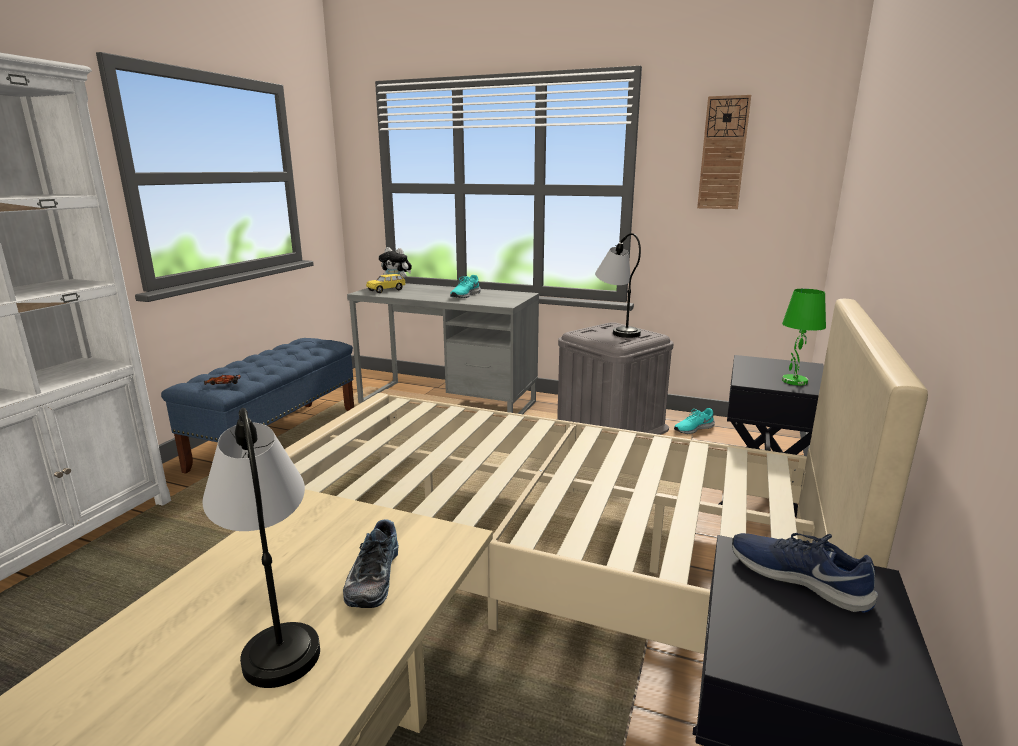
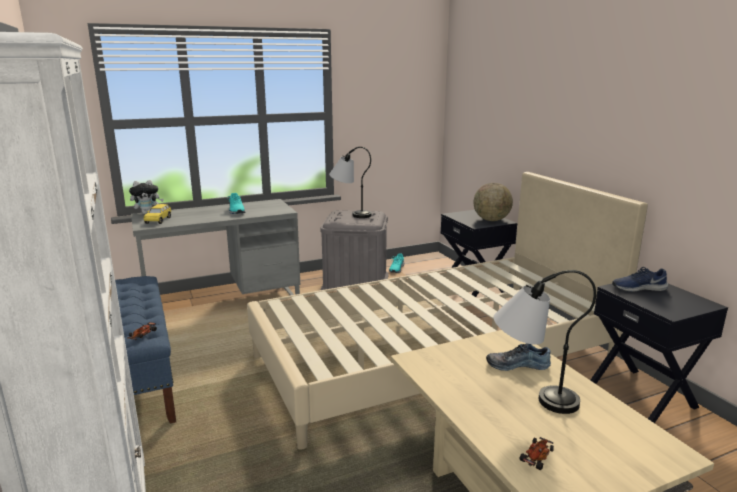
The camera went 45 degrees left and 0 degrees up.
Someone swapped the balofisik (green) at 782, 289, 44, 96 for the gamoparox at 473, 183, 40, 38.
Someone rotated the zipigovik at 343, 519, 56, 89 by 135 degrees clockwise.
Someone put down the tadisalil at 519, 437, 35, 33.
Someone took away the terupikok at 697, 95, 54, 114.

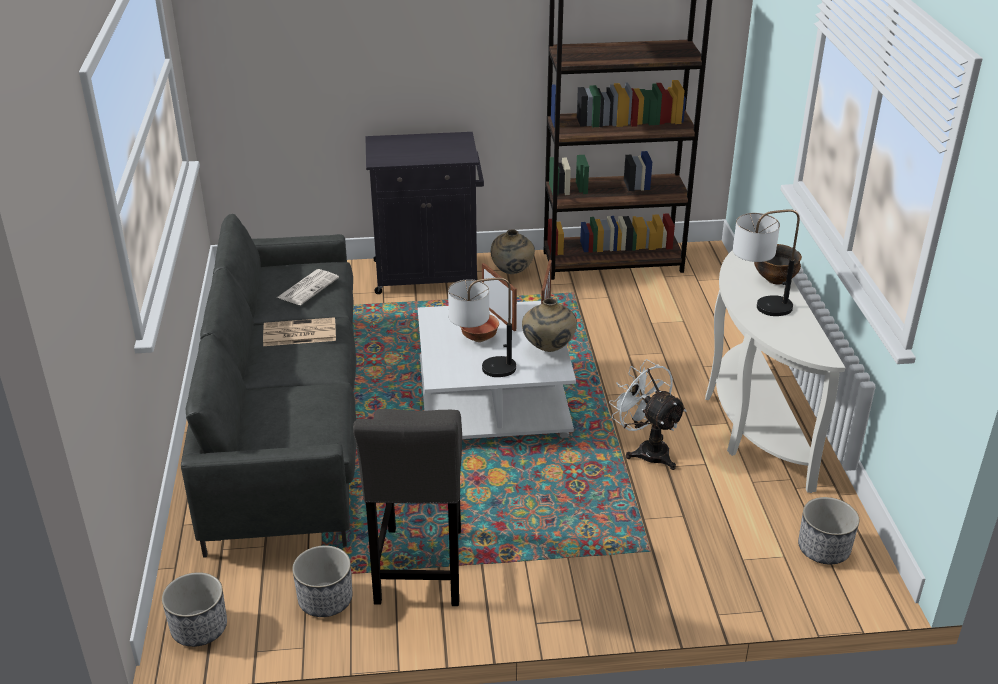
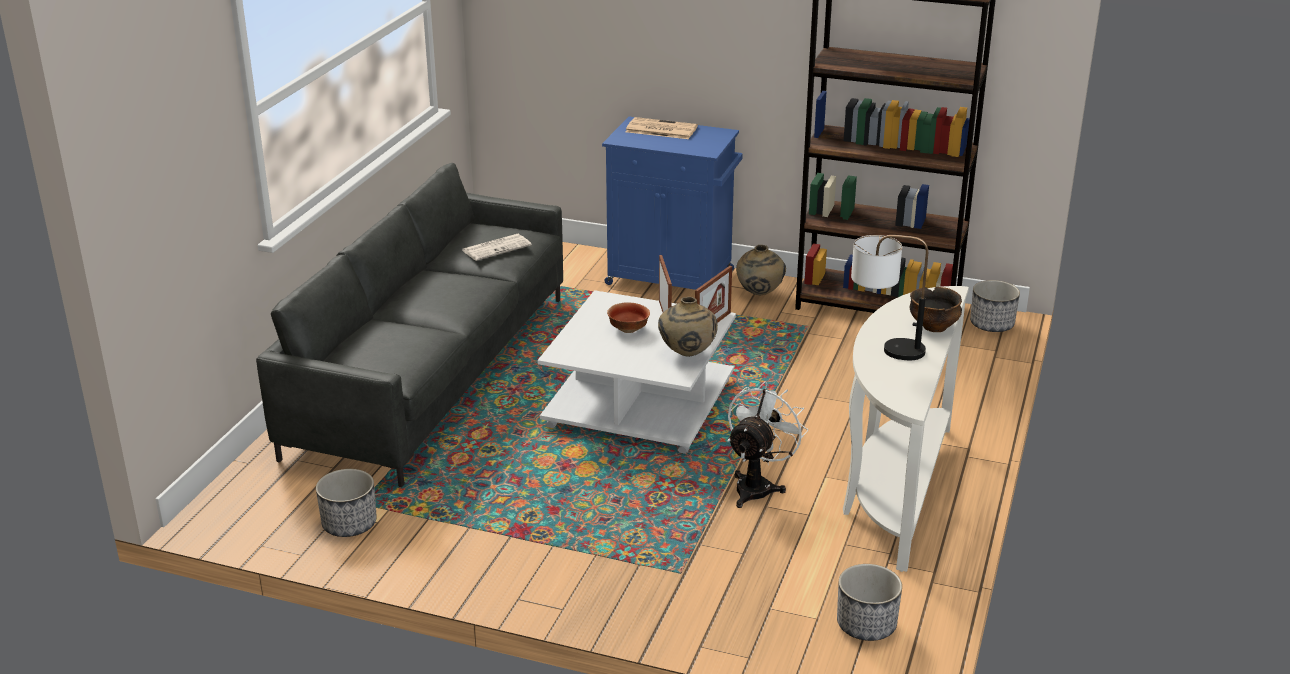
The camera went 25 degrees right and 5 degrees down.
Someone repainted the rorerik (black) at 365, 132, 119, 162, which became the rorerik (blue) at 602, 117, 141, 173.
Someone carried the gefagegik from 263, 317, 73, 29 to 625, 117, 73, 22.
Someone rotated the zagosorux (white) at 609, 359, 78, 111 by 45 degrees clockwise.
Someone carried the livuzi from 162, 572, 65, 75 to 970, 280, 50, 52.
Someone took away the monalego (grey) at 353, 409, 109, 197.
Someone took away the balofisik at 448, 278, 68, 99.

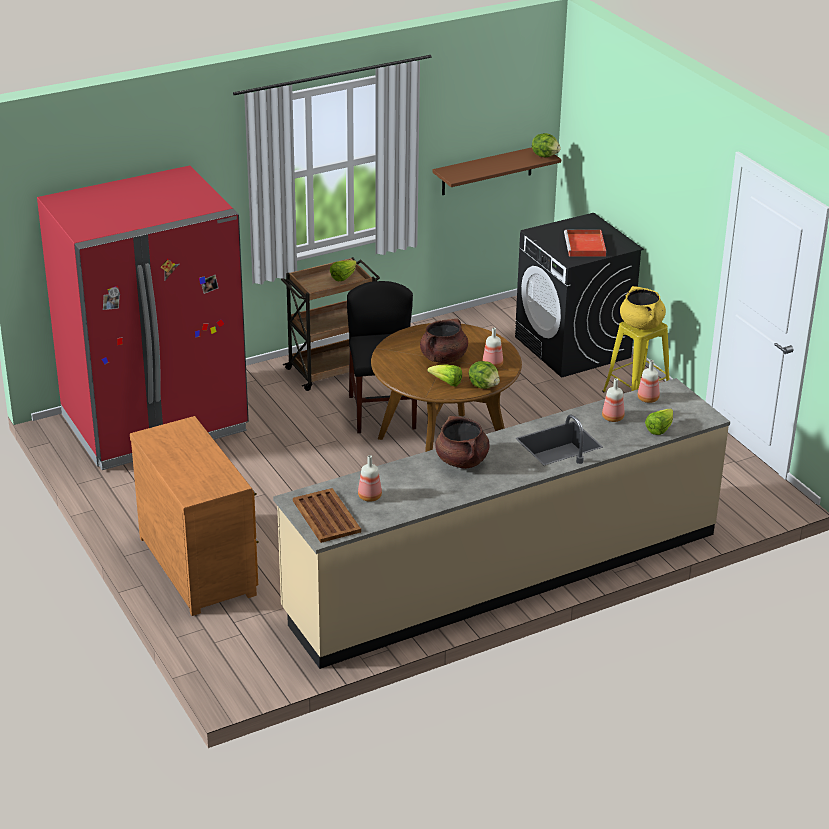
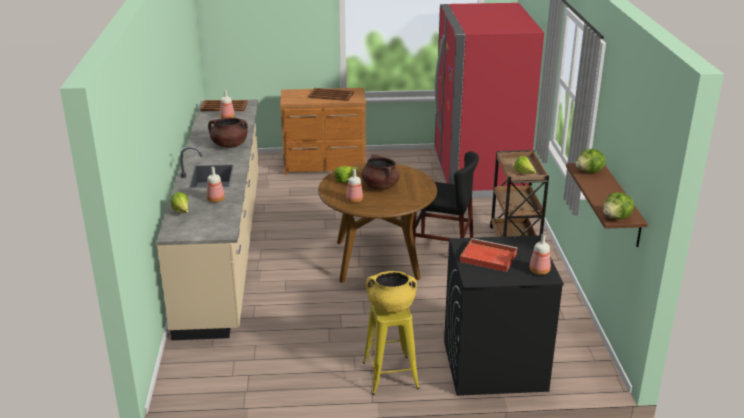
The camera went 115 degrees right and 5 degrees down.
Someone put down the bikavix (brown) at 308, 88, 46, 13.
Someone carried the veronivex from 637, 360, 23, 43 to 529, 234, 22, 41.
Someone carried the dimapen from 469, 361, 31, 28 to 576, 149, 29, 24.

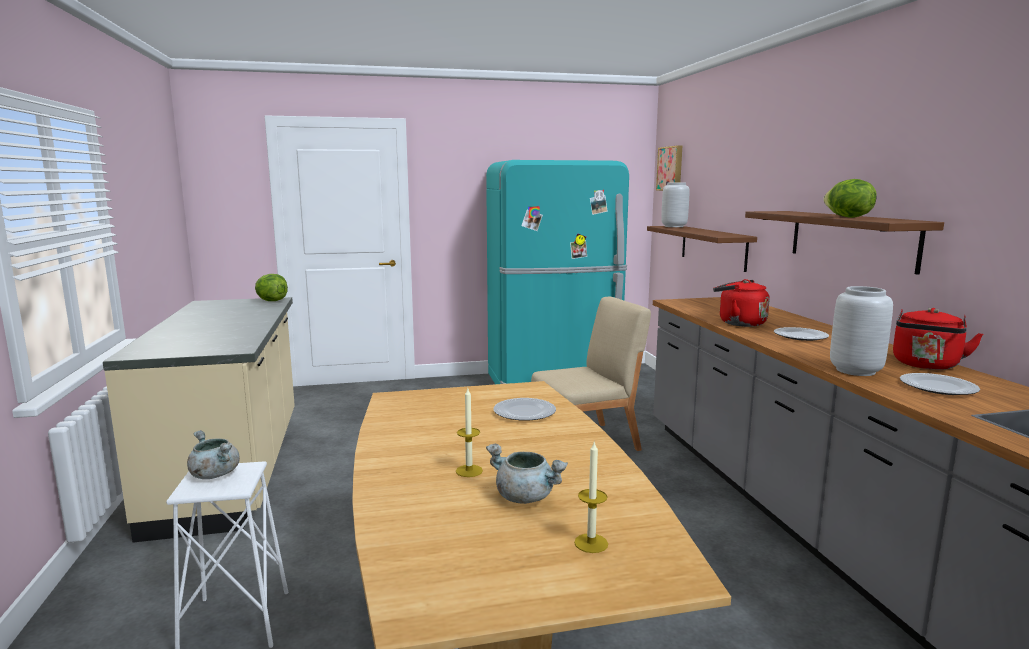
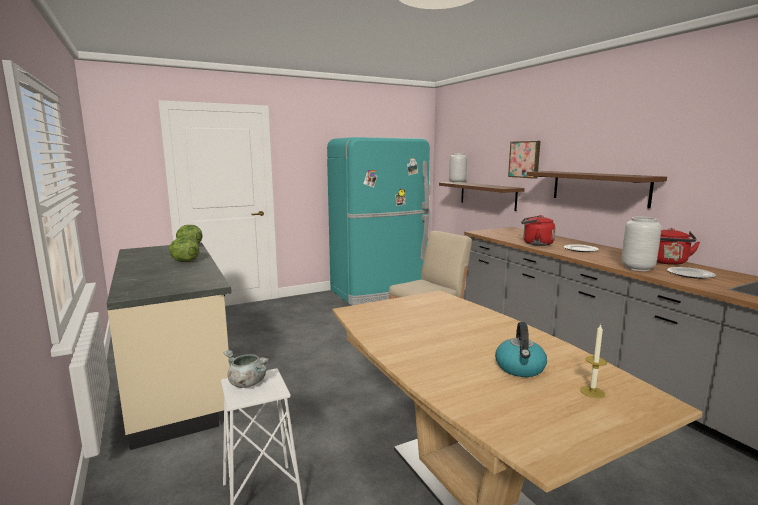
The camera went 15 degrees left and 0 degrees up.
Someone carried the dimapen from 823, 179, 54, 39 to 169, 237, 30, 25.
Someone swapped the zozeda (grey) at 486, 444, 82, 60 for the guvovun at 495, 322, 52, 55.
Someone carried the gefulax from 656, 145, 26, 46 to 508, 141, 32, 38.
Someone took away the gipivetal at 456, 389, 27, 88.
Someone took away the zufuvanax at 493, 398, 63, 22.

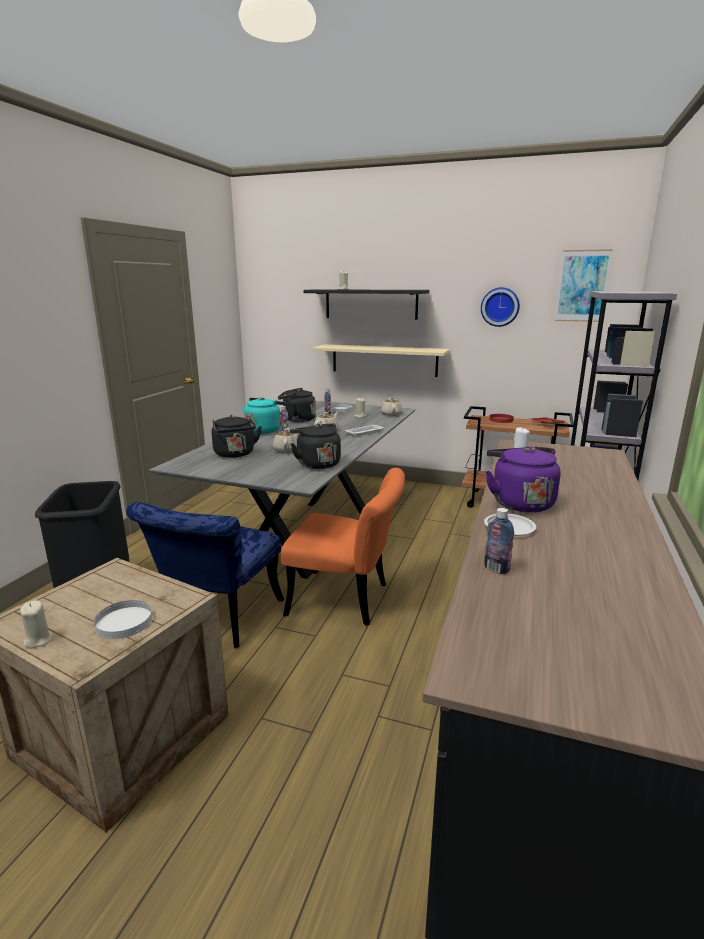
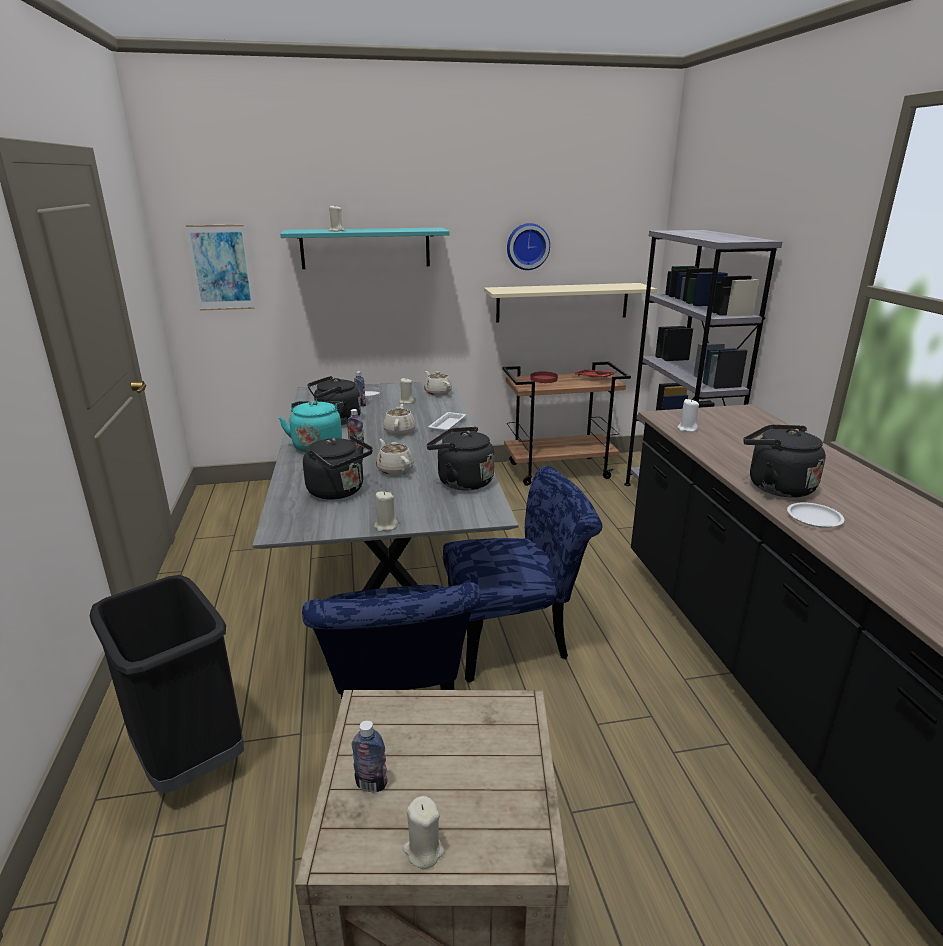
The camera went 30 degrees left and 5 degrees up.
Someone carried the gefulax from 555, 249, 57, 73 to 186, 225, 69, 86.
Someone repainted the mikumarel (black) at 303, 289, 126, 31, which became the mikumarel (turquoise) at 280, 228, 170, 41.
Someone carried the veronivex from 484, 508, 30, 66 to 352, 720, 36, 72.
Someone put down the gipivetal (beige) at 374, 491, 24, 41.
Someone repainted the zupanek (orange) at 281, 468, 124, 158, which became the zupanek (blue) at 443, 466, 159, 217.
Someone carried the mikumarel (beige) from 313, 344, 137, 33 to 484, 283, 173, 40.
Someone repainted the guvovun (purple) at 485, 446, 76, 67, which became the guvovun (black) at 743, 425, 83, 73.
Someone took away the zufuvanax (white) at 94, 600, 59, 39.

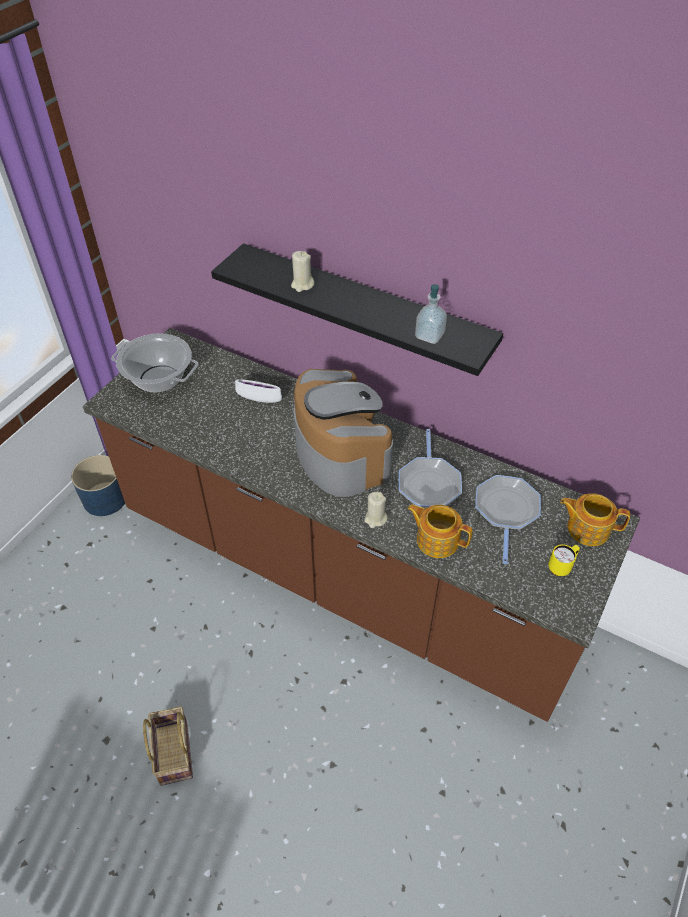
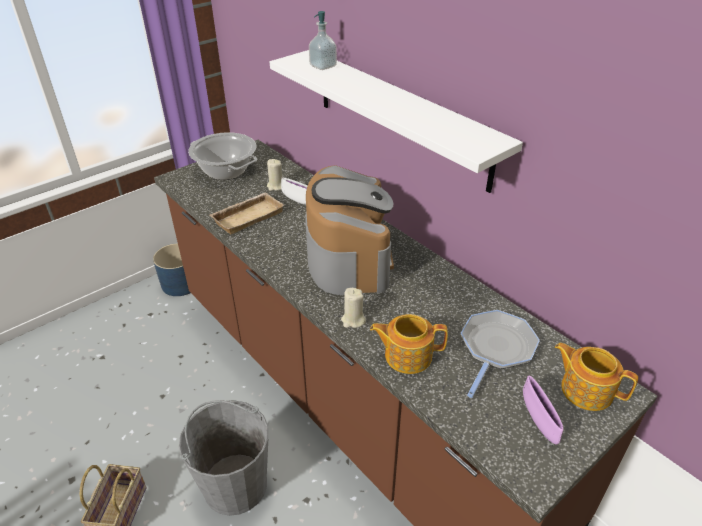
The camera went 20 degrees right and 10 degrees down.
Someone put down the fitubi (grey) at 179, 400, 89, 116.
Someone put down the bikavix (beige) at 210, 192, 74, 42.
Someone carried the gipivetal (beige) from 291, 251, 24, 41 to 267, 159, 15, 32.
Someone repainted the mikumarel (black) at 211, 243, 292, 133, which became the mikumarel (white) at 270, 50, 253, 143.
Someone carried the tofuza from 415, 284, 32, 60 to 309, 11, 28, 59.
Someone rotated the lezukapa at 407, 504, 66, 54 by 45 degrees counterclockwise.
Someone swapped the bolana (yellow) at 548, 544, 32, 32 for the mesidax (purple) at 523, 376, 41, 68.
Someone took away the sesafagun at 399, 429, 63, 79.

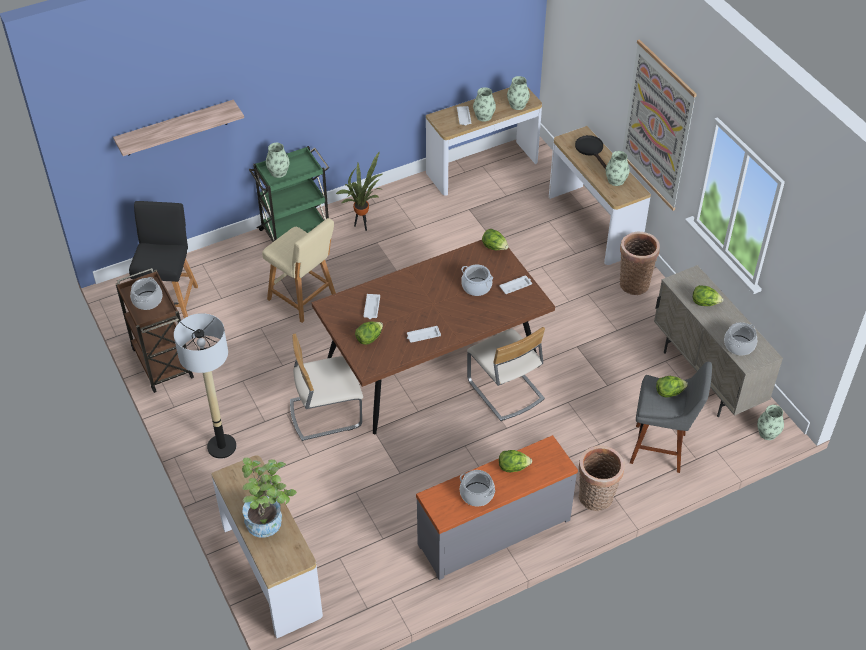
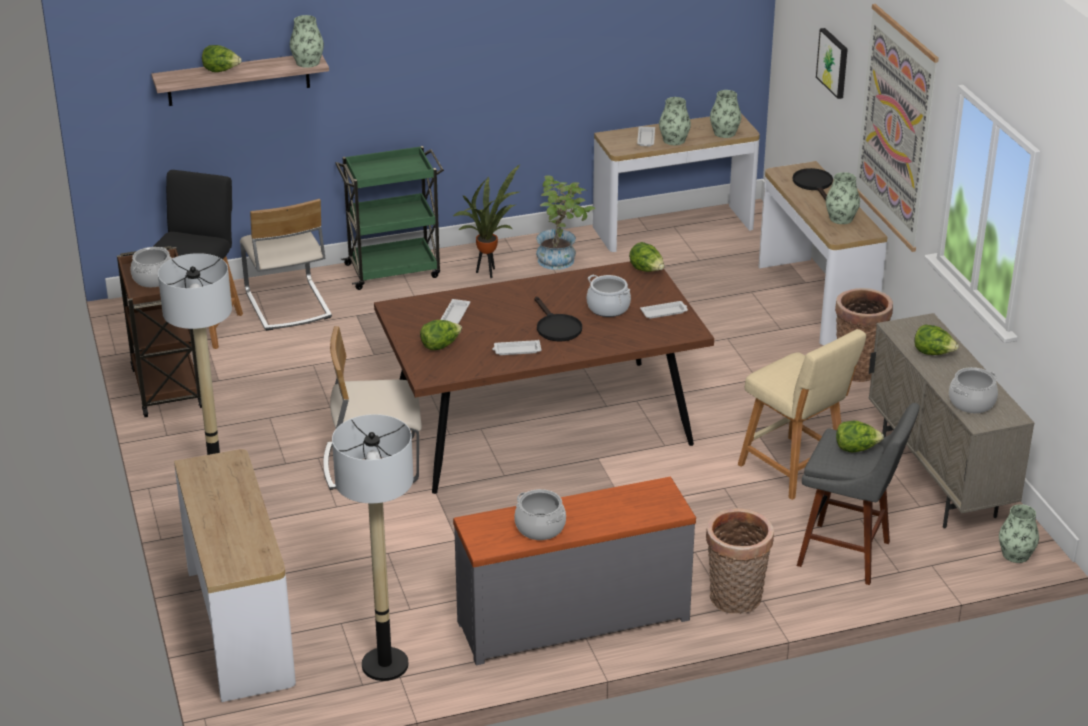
The camera went 10 degrees right and 15 degrees down.
Someone carried the dimapen from 499, 450, 33, 22 to 202, 45, 40, 27.
Someone carried the zupanek (beige) from 467, 327, 78, 94 to 240, 199, 92, 132.
Someone carried the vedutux from 266, 143, 24, 35 to 290, 15, 34, 53.
Someone put down the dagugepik at 332, 414, 81, 267.
Someone put down the sesafagun (black) at 534, 296, 48, 46.
Someone carried the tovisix from 242, 457, 55, 81 to 536, 175, 59, 95.
Someone carried the monalego (beige) from 262, 218, 74, 105 to 738, 329, 128, 171.
Someone put up the gefulax at 816, 28, 32, 71.

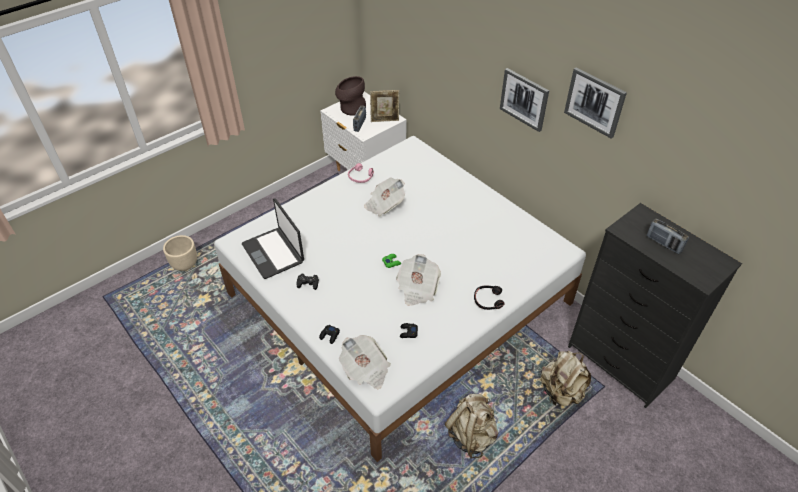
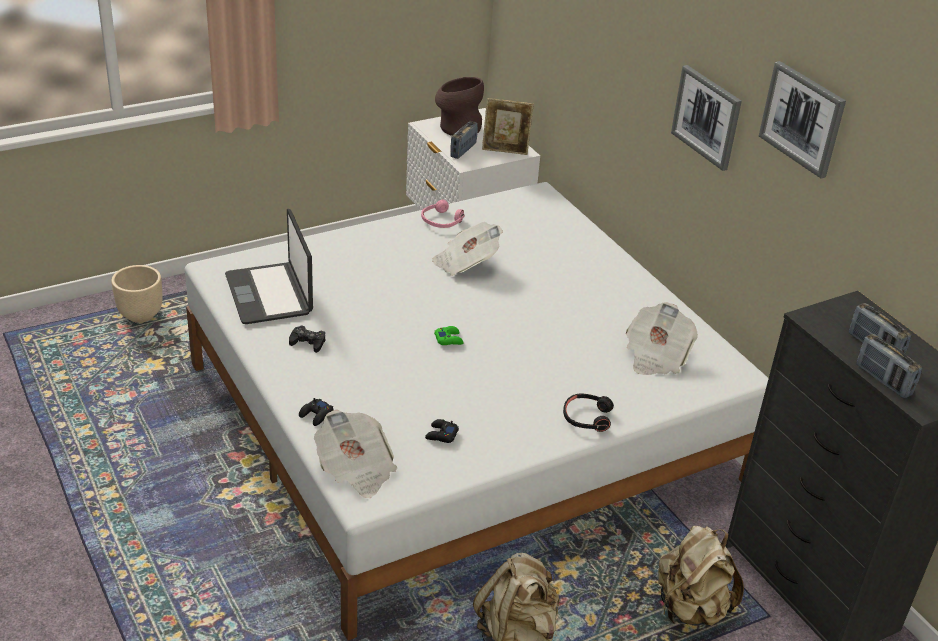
The camera went 10 degrees right and 10 degrees down.
Someone carried the gefagegik from 396, 254, 45, 52 to 626, 302, 72, 73.
Someone put down the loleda at 856, 334, 66, 64.

